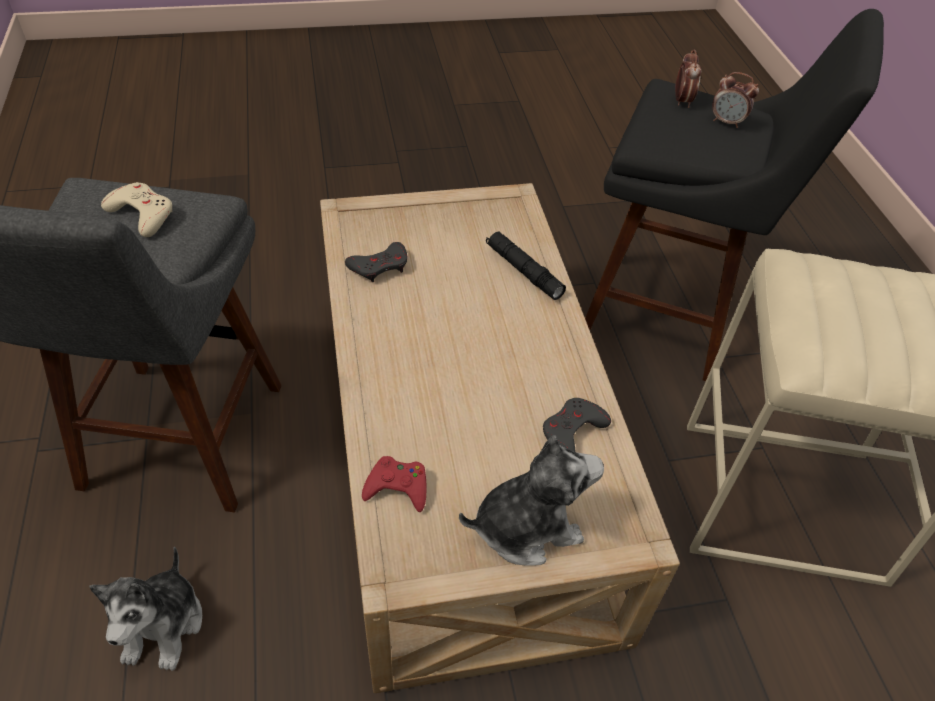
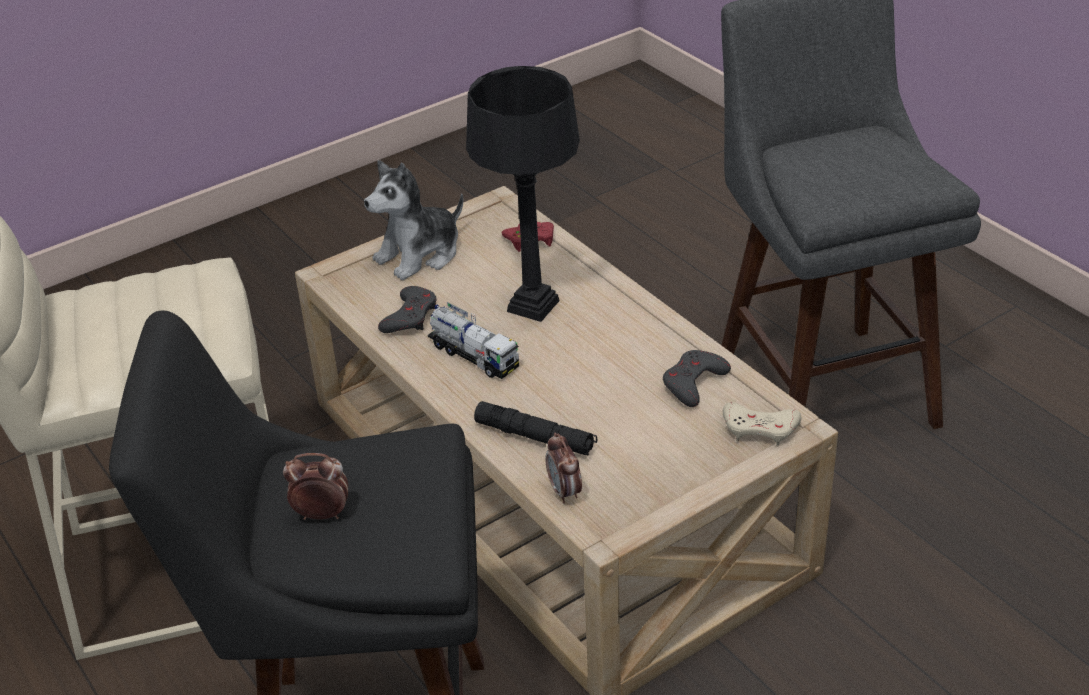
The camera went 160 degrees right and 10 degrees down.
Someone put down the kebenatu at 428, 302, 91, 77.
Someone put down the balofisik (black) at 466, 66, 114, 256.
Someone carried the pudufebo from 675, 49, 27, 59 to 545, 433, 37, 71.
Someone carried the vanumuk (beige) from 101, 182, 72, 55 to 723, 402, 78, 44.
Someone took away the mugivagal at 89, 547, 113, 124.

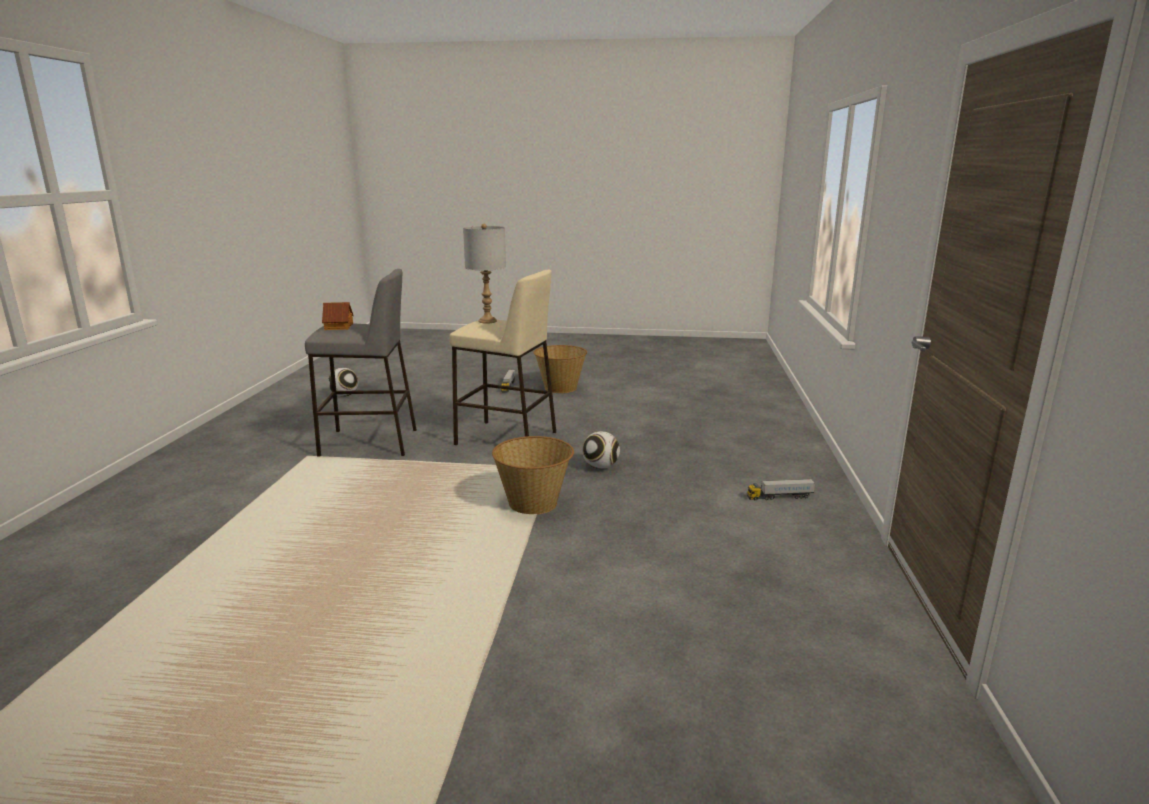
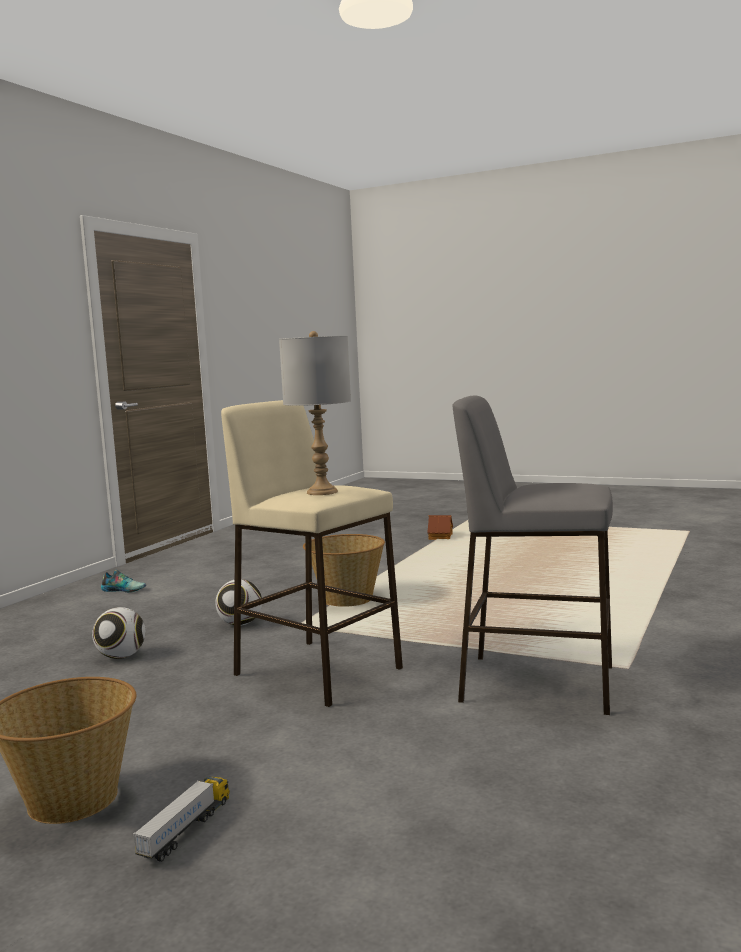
The camera went 160 degrees left and 10 degrees down.
Someone carried the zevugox from 328, 368, 31, 29 to 92, 607, 53, 52.
Someone swapped the kebenatu at 747, 479, 68, 22 for the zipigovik at 101, 570, 45, 23.
Someone carried the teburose from 322, 302, 31, 28 to 427, 515, 26, 25.

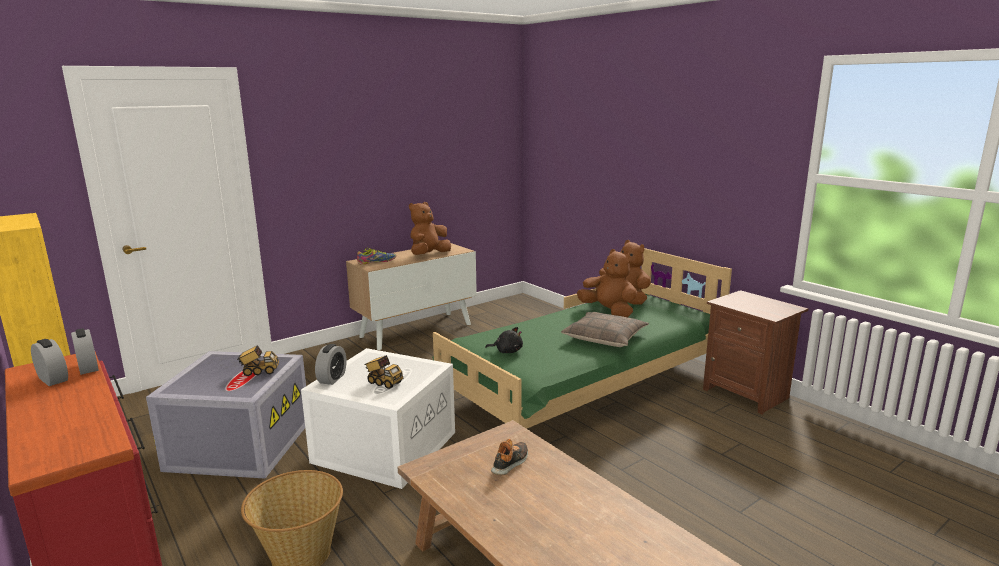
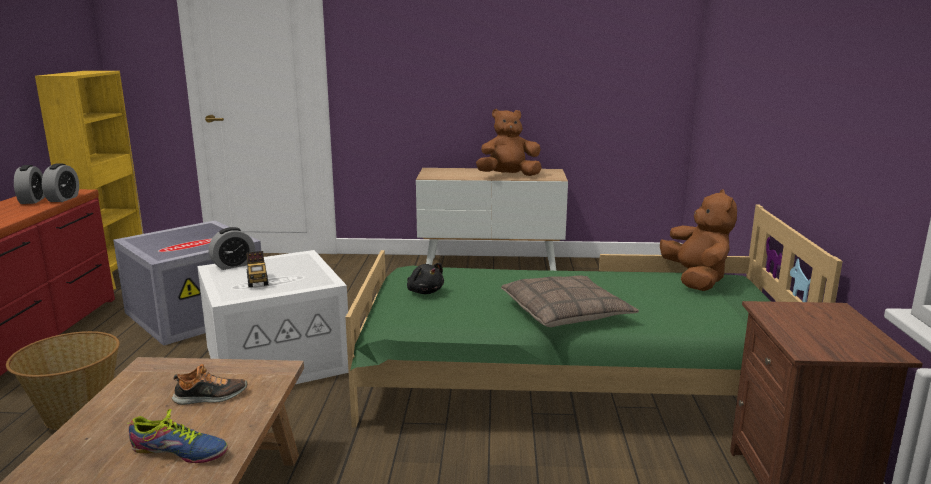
The camera went 40 degrees right and 0 degrees up.
Someone carried the zipigovik from 357, 248, 39, 17 to 129, 409, 99, 54.
Someone took away the kebenatu at 237, 345, 42, 31.
Someone took away the mugivagal (brown) at 577, 249, 60, 68.

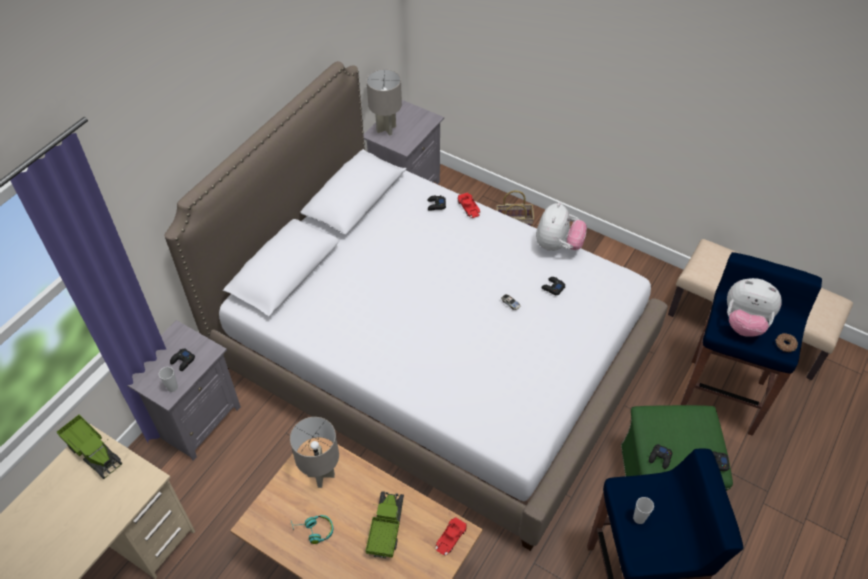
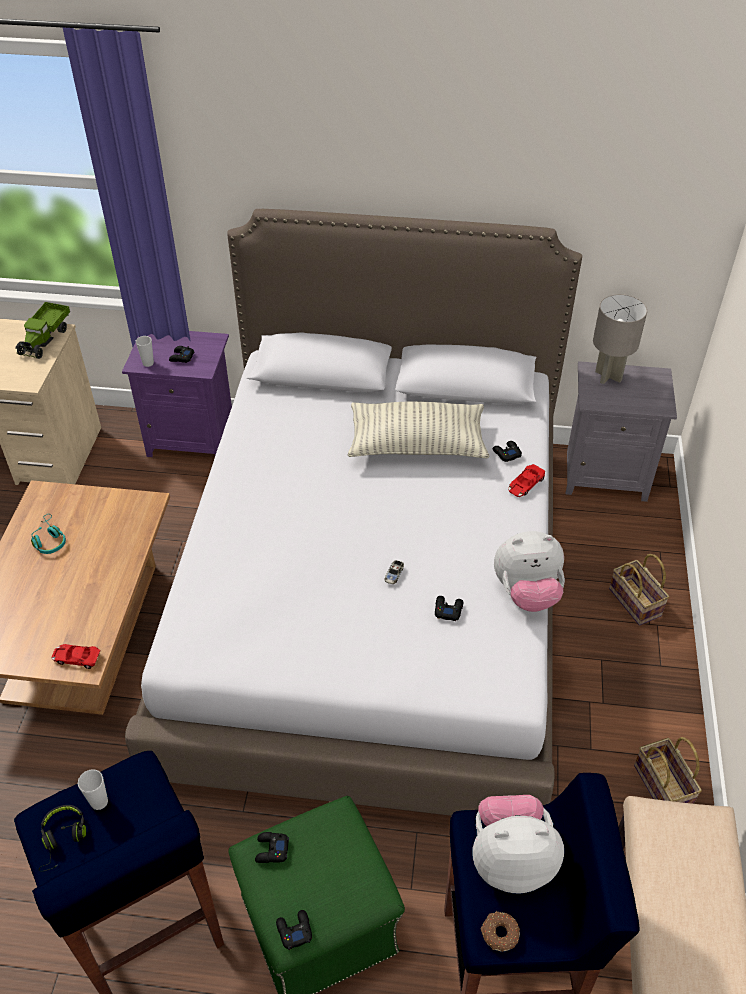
The camera went 65 degrees right and 5 degrees down.
Someone put down the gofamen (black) at 39, 805, 47, 67.
Someone repainted the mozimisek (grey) at 127, 320, 114, 141, which became the mozimisek (purple) at 122, 331, 110, 126.
Someone put down the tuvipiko at 348, 401, 142, 57.
Someone rotated the mugivagal at 727, 278, 55, 59 by 90 degrees clockwise.
Someone put down the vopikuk at 634, 737, 68, 67.
Someone took away the balofisik (grey) at 290, 417, 49, 71.
Someone took away the kebenatu at 365, 491, 39, 68.

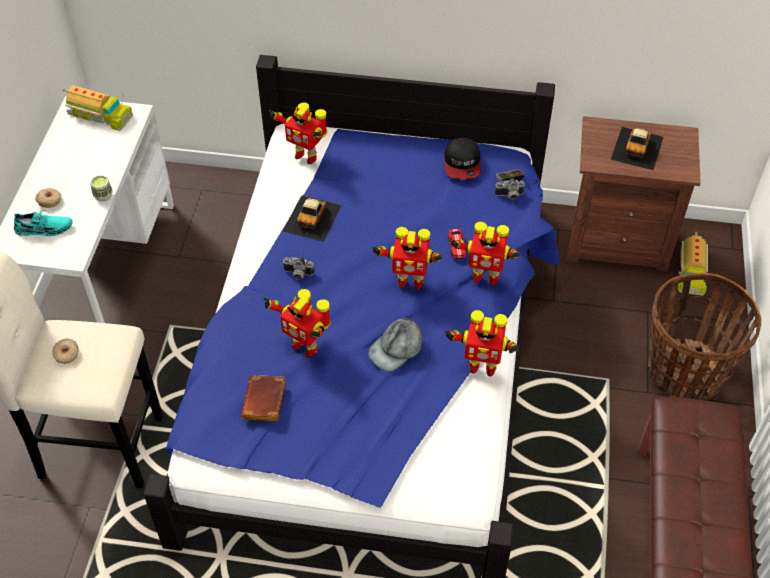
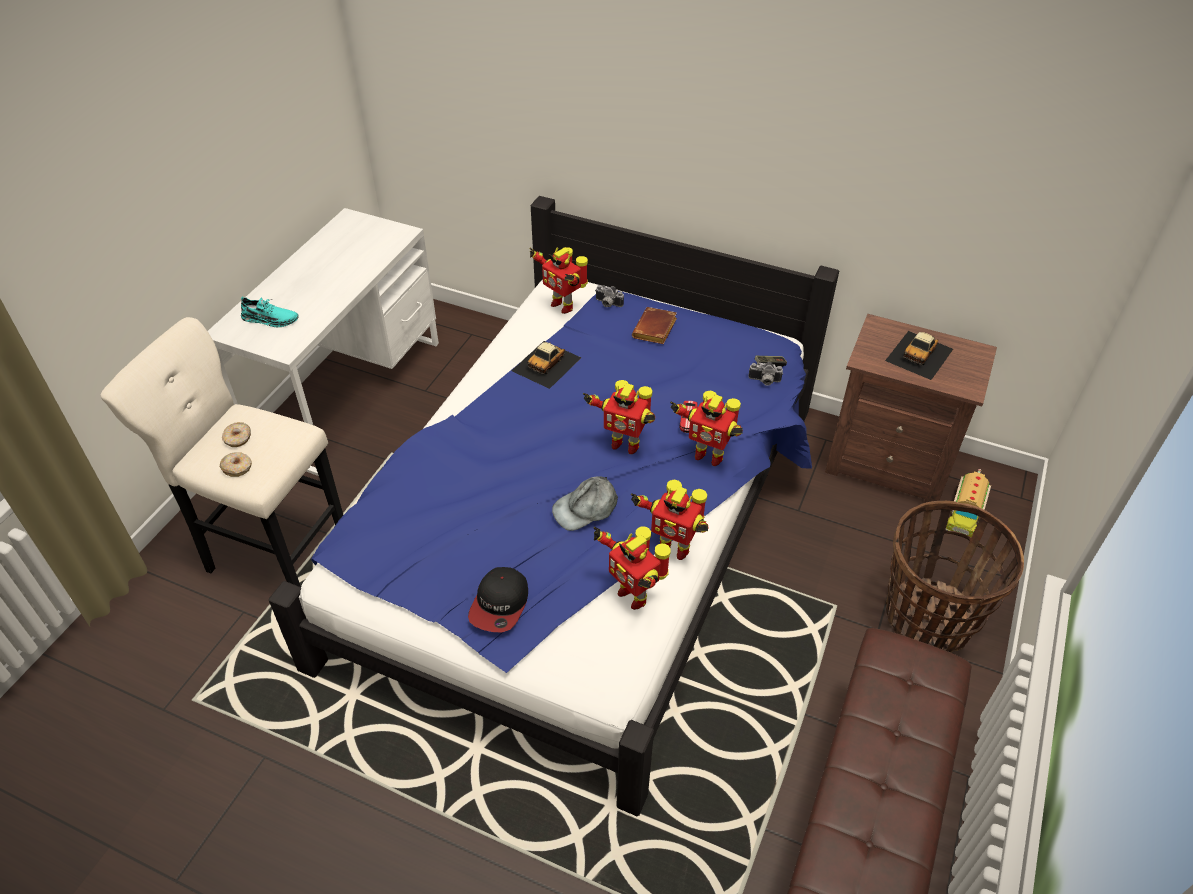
The camera went 15 degrees right and 5 degrees down.
Someone carried the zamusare from 35, 188, 26, 20 to 220, 453, 32, 24.
Someone carried the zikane from 444, 138, 37, 41 to 468, 567, 60, 66.
Someone carried the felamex from 263, 289, 68, 69 to 594, 526, 77, 84.
Someone carried the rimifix from 282, 257, 33, 23 to 596, 285, 28, 22.
Someone carried the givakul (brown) from 241, 375, 45, 47 to 632, 307, 45, 37.
Someone took away the kebenatu at 63, 85, 70, 46.
Someone took away the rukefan at 90, 175, 23, 26.

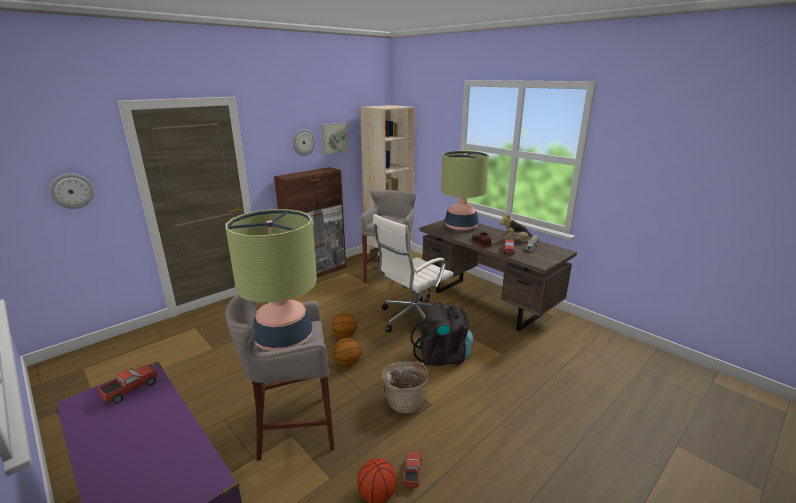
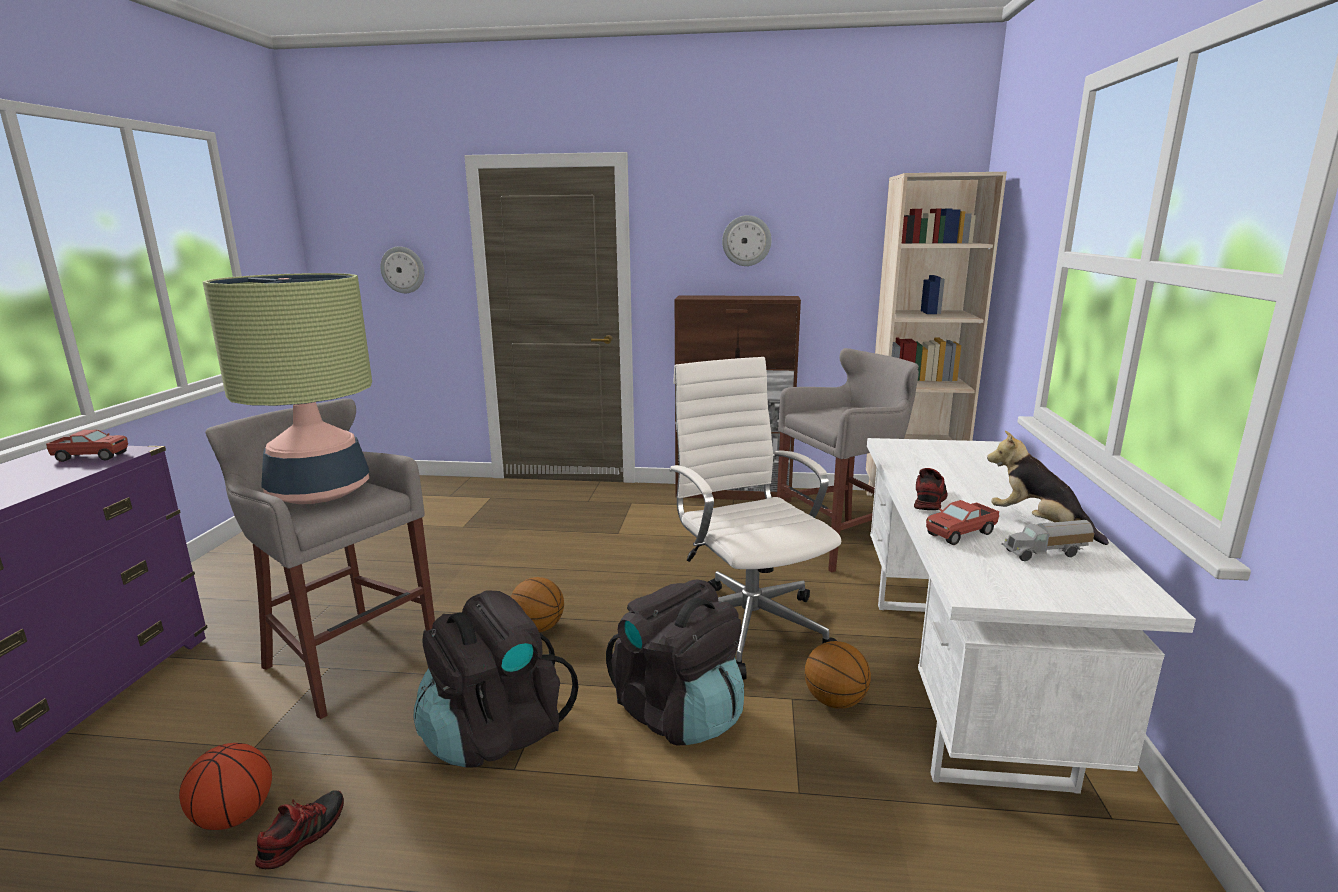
The camera went 50 degrees right and 5 degrees down.
Someone swapped the kebenatu at 403, 451, 20, 37 for the zipigovik at 255, 790, 89, 79.
Someone swapped the vopikuk at 382, 361, 47, 53 for the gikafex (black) at 414, 590, 164, 177.
Someone rotated the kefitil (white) at 373, 214, 81, 118 by 60 degrees clockwise.
Someone carried the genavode from 332, 313, 25, 25 to 804, 641, 67, 67.
Someone repainted the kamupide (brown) at 420, 219, 157, 112, which became the kamupide (white) at 867, 438, 329, 356.
Someone took away the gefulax at 321, 122, 27, 33.
Someone took away the balofisik at 441, 151, 48, 80.

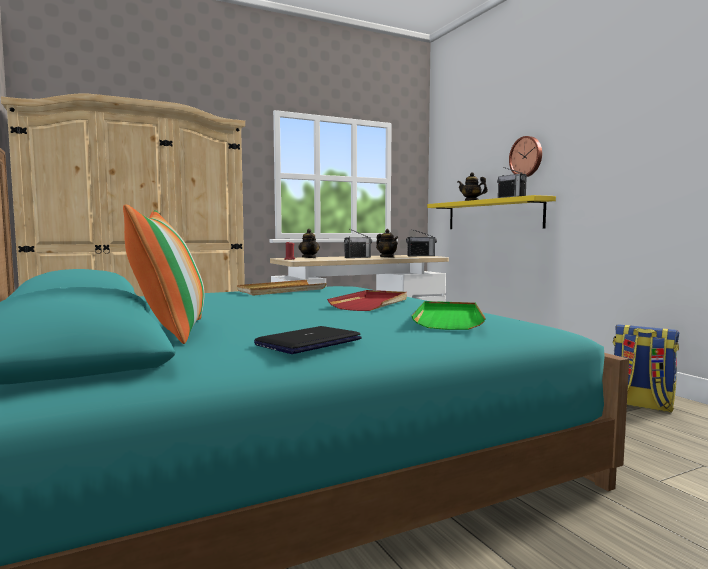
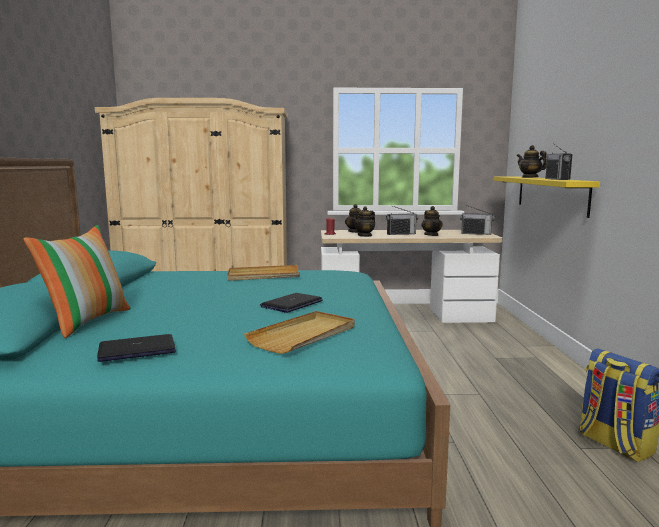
The camera went 25 degrees right and 5 degrees up.
Someone repainted the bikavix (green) at 412, 301, 74, 29, which became the bikavix (beige) at 244, 311, 111, 43.
Someone swapped the bikavix (red) at 327, 290, 80, 21 for the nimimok at 260, 293, 63, 20.
Someone put down the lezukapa at 354, 206, 21, 31.
Someone took away the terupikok at 509, 136, 33, 41.

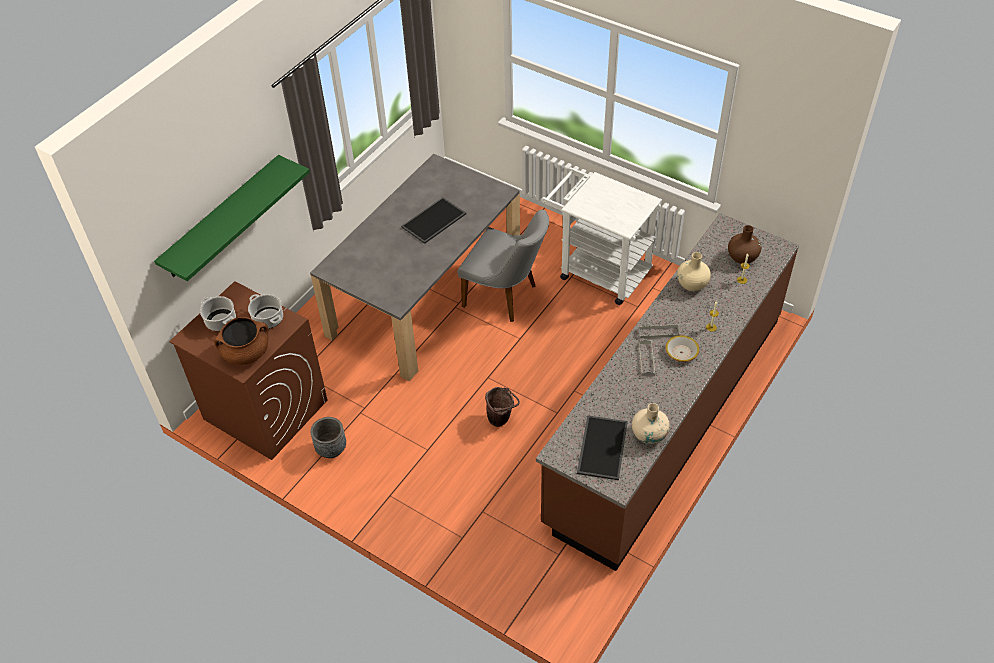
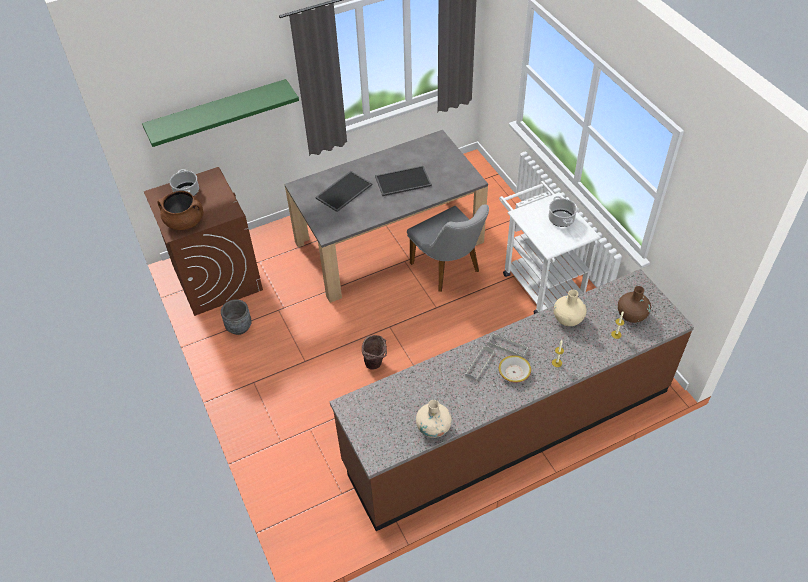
The camera went 30 degrees right and 0 degrees up.
Someone carried the bikavix from 577, 415, 51, 65 to 315, 171, 58, 41.
Someone carried the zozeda from 248, 294, 35, 35 to 548, 196, 30, 31.

